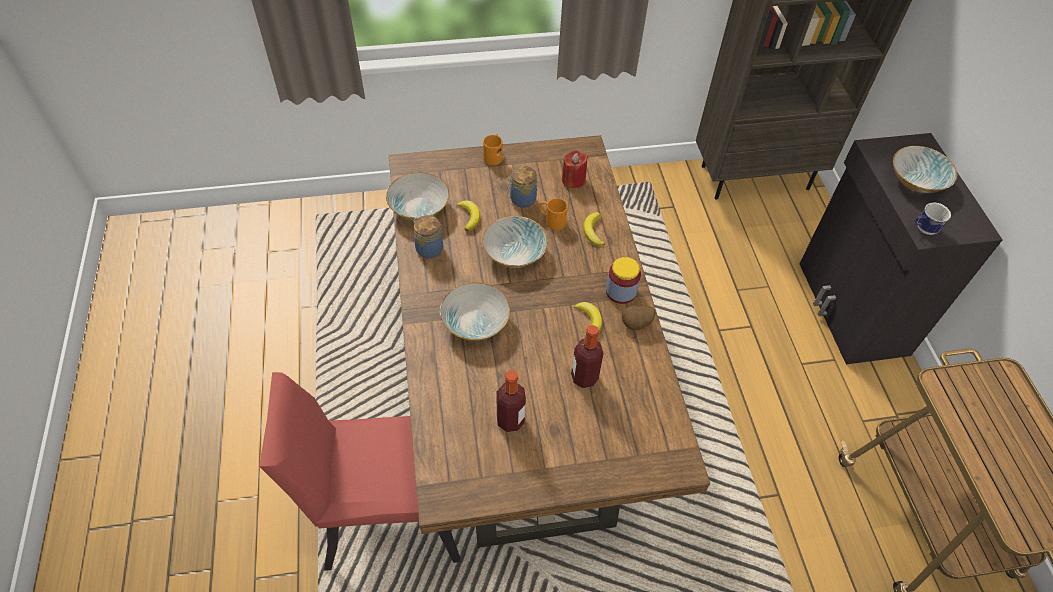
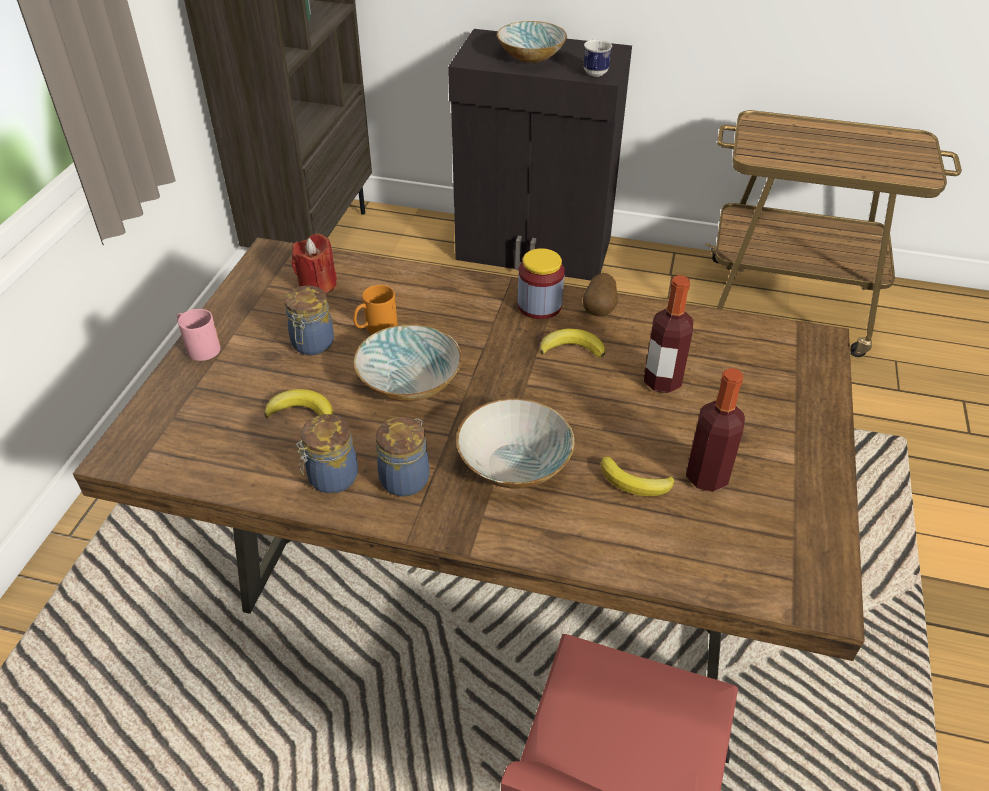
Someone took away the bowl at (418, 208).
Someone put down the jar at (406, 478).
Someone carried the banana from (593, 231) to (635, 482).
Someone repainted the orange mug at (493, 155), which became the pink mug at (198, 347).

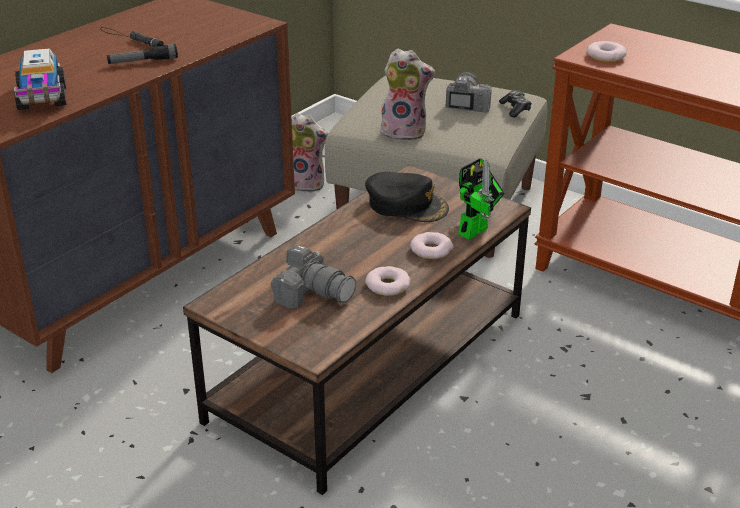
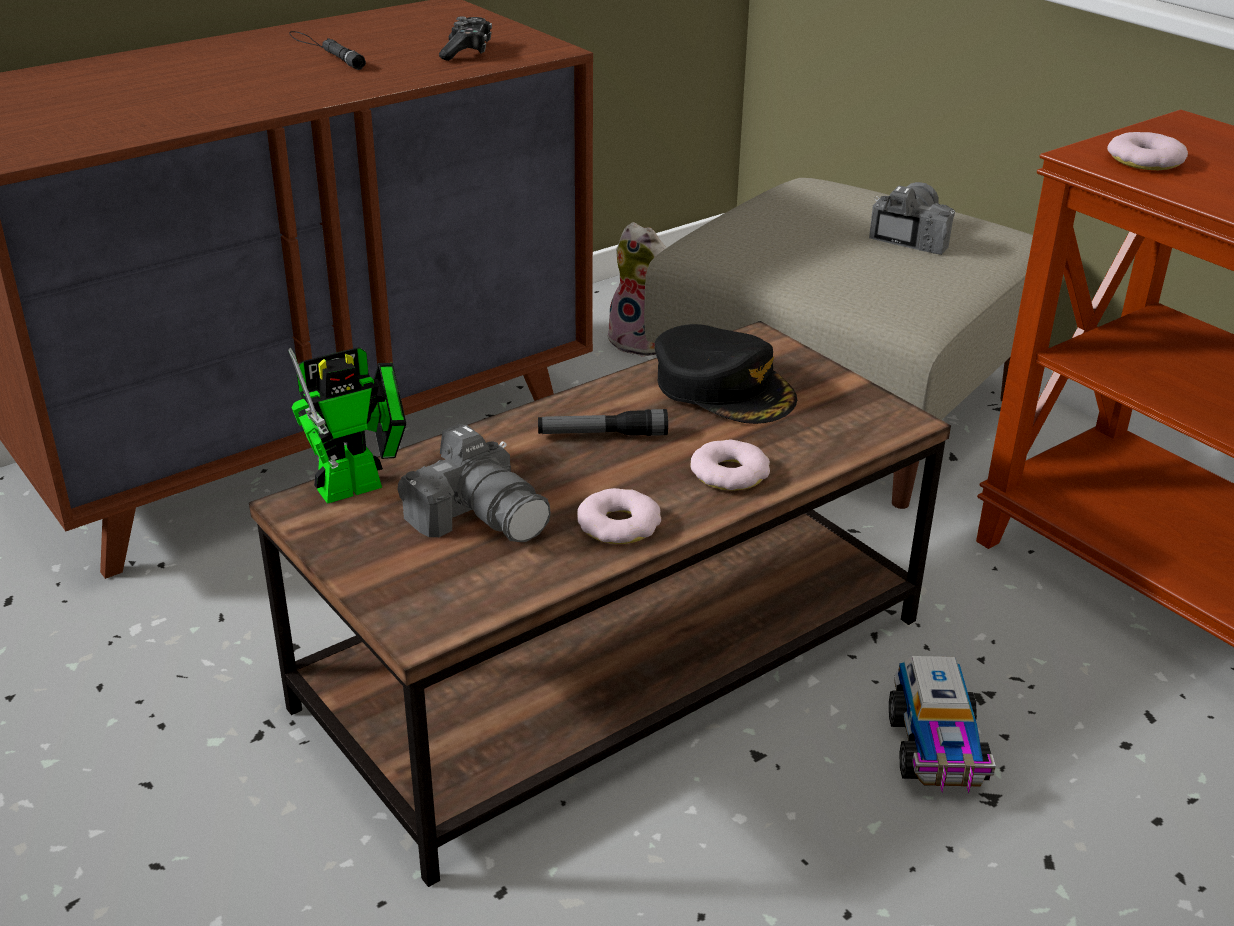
Someone took away the plush toy at (405, 132).
Someone carried the toy truck from (42, 98) to (936, 750).
Someone carried the flashlight from (143, 61) to (602, 435).
Someone carried the toy robot from (476, 229) to (359, 485).
Someone carried the game controller from (515, 109) to (467, 51).

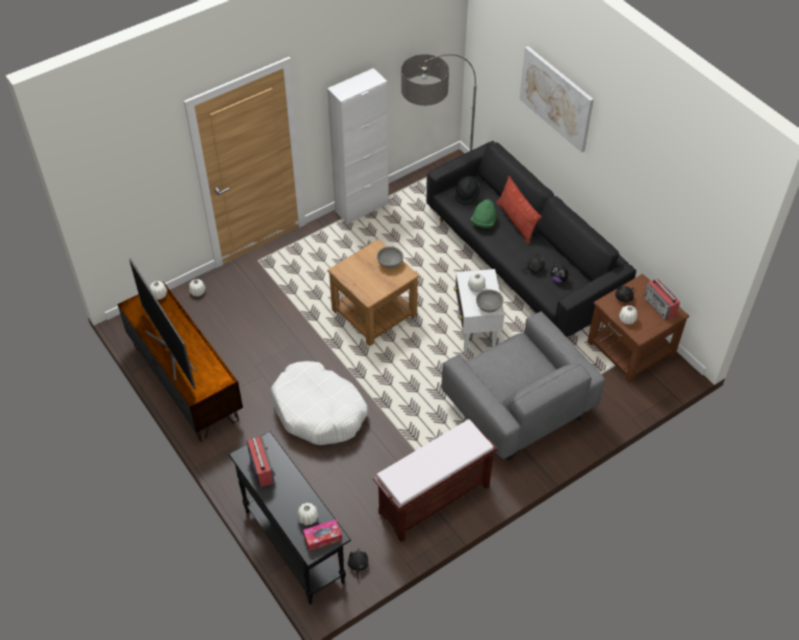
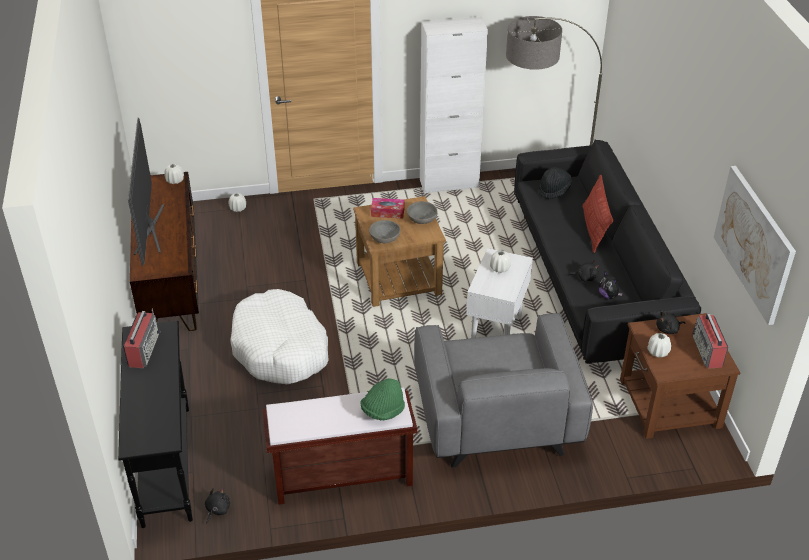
Someone took away the white vase at (308, 518).
Someone carried the tissue box from (322, 537) to (387, 212).
Someone carried the green hat from (483, 222) to (383, 410).
Someone carried the grey bowl from (489, 306) to (385, 238).
Someone carried the picture from (556, 98) to (754, 243).

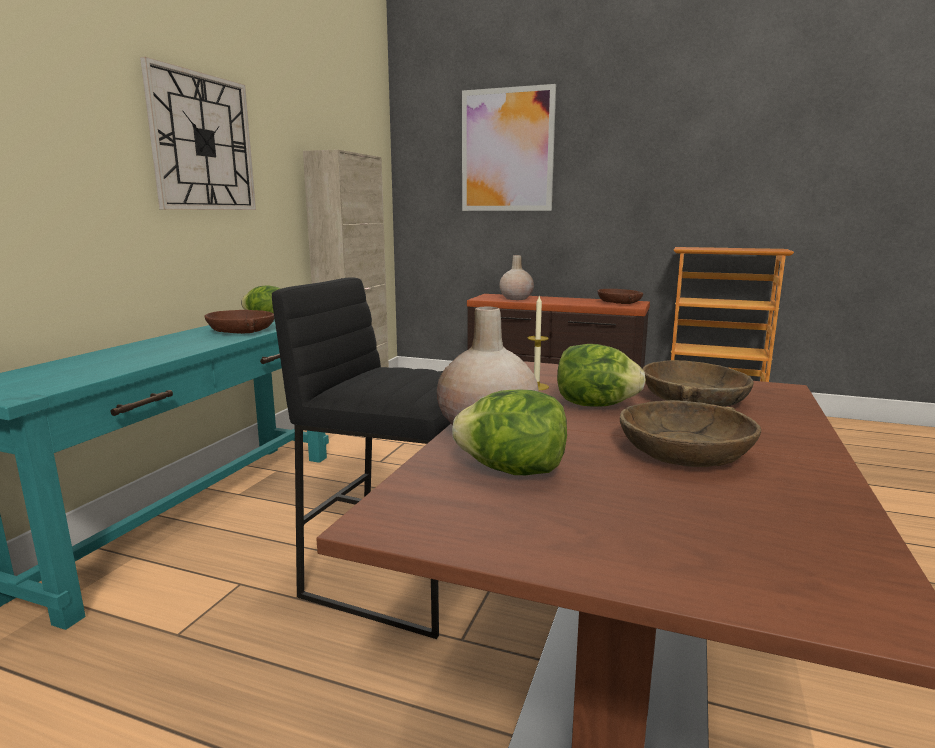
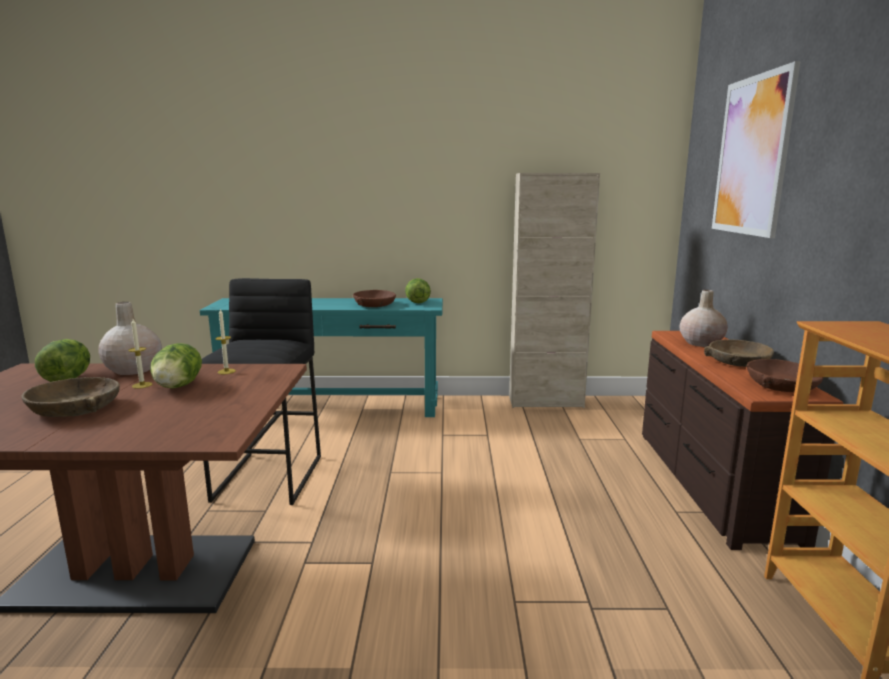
Someone took away the wall clock at (202, 143).
Someone put down the candle at (142, 385).
Someone carried the brown bowl from (693, 399) to (738, 362).

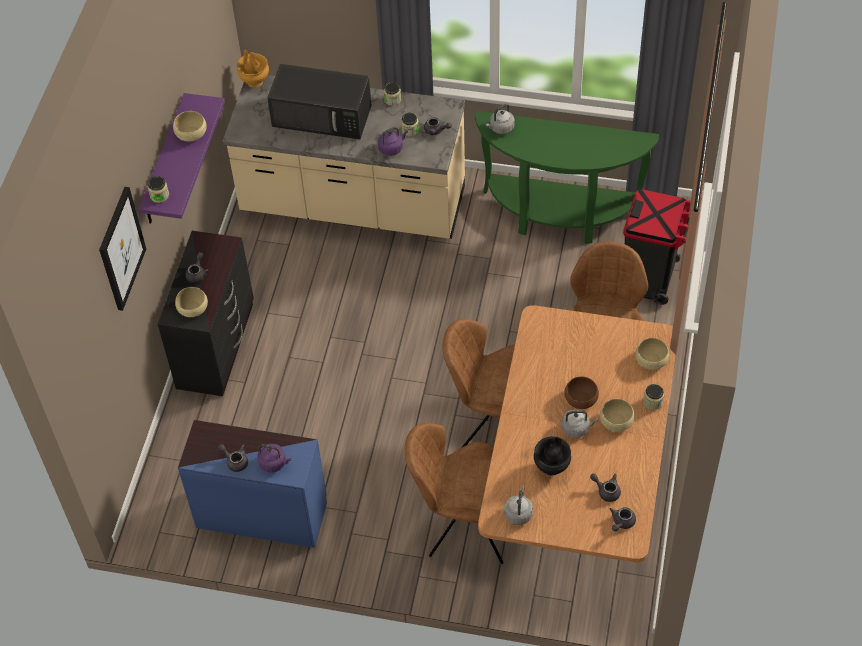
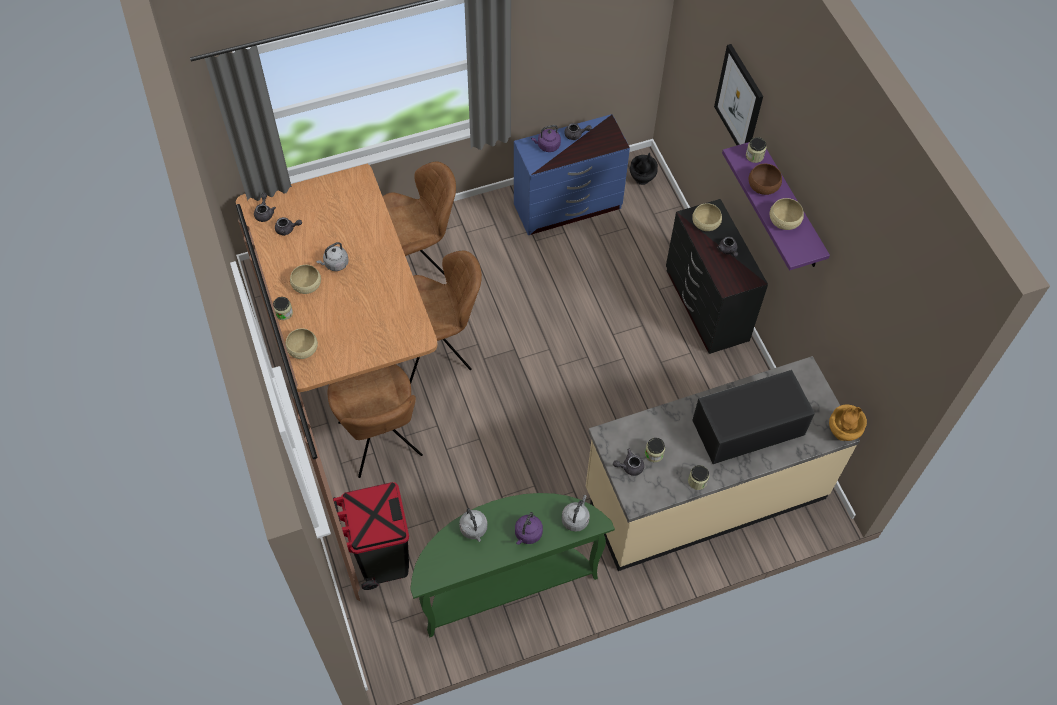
Someone carried the purple kettle from (392, 148) to (527, 534).
Someone carried the grey kettle from (518, 513) to (474, 529).
Someone carried the black vase from (552, 467) to (642, 179).
Someone carried the brown bowl from (581, 398) to (763, 185).

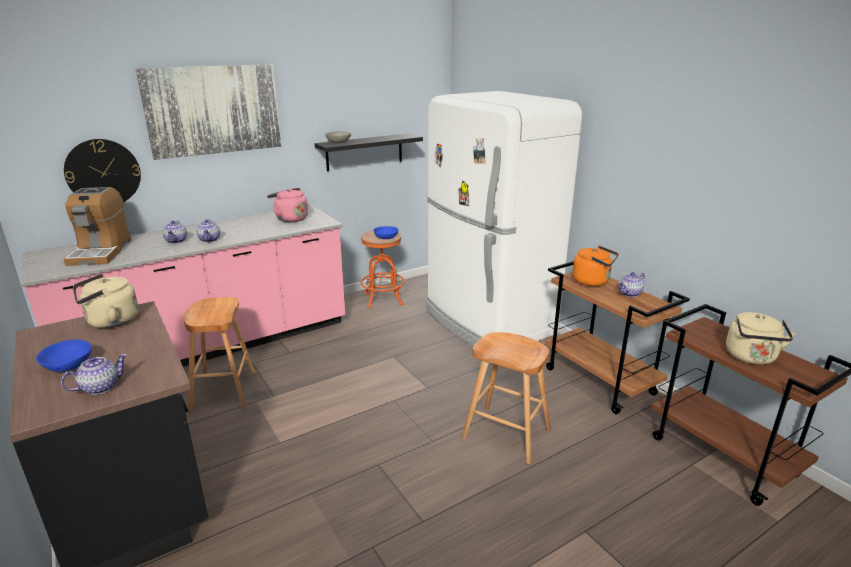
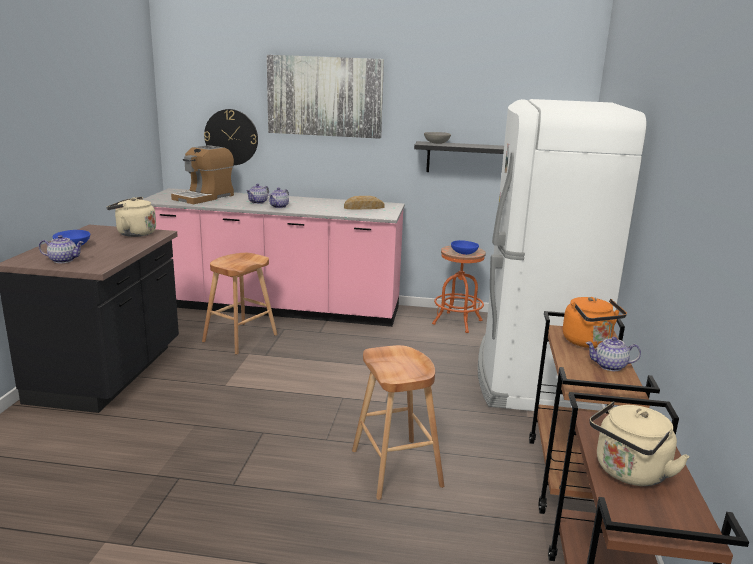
Someone swapped the pink kettle at (290, 219) for the bread at (364, 207).

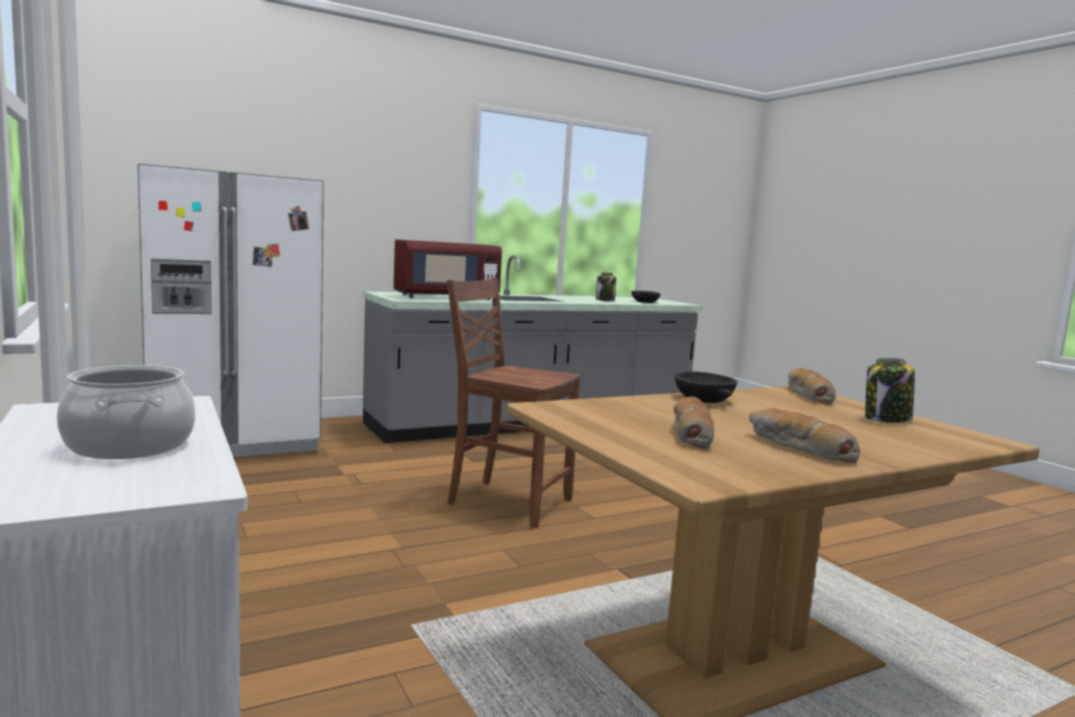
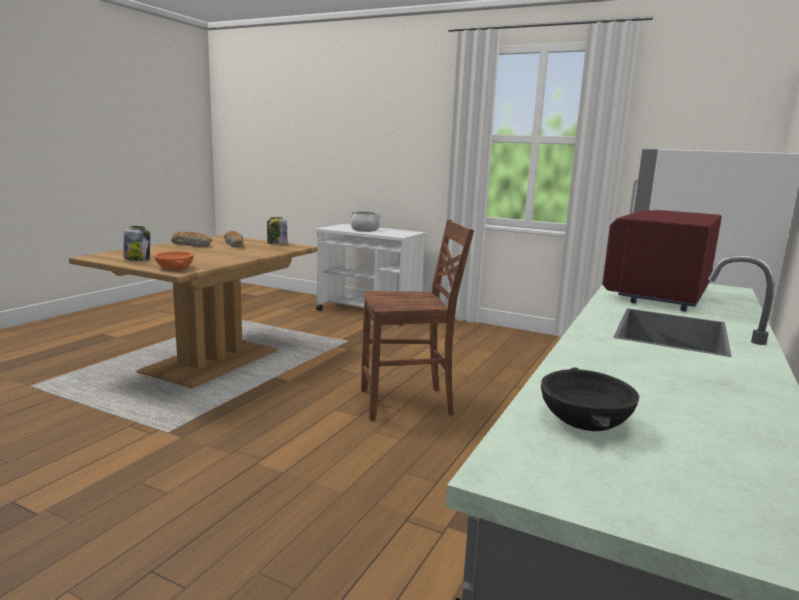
Someone took away the black bowl at (704, 399).
Someone carried the jar from (605, 300) to (277, 244).
Someone swapped the bread at (807, 395) for the orange bowl at (175, 268).

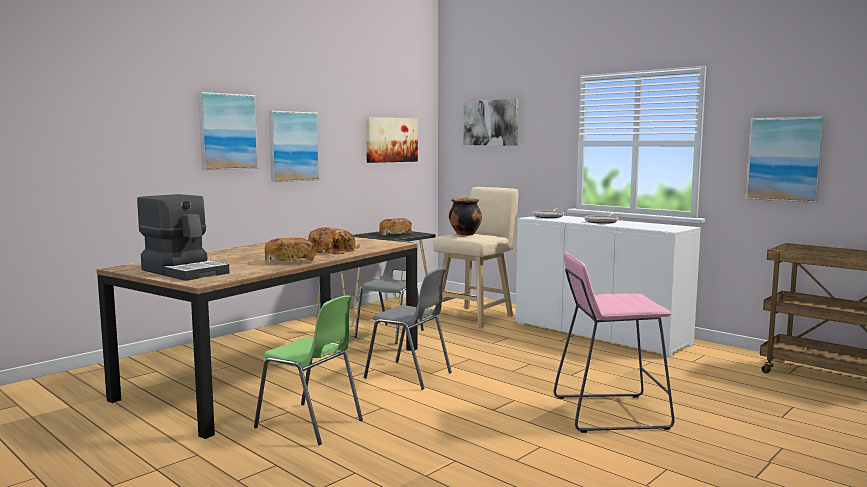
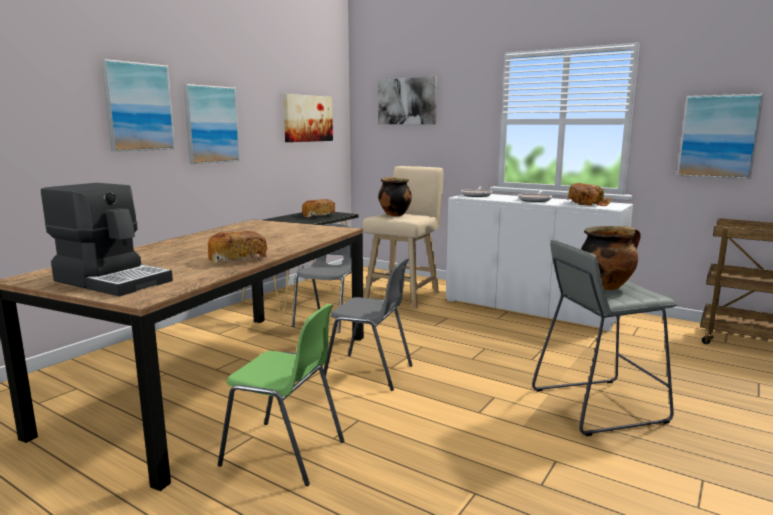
Someone put down the cooking pot at (606, 286).
Someone carried the bread from (333, 251) to (587, 203).
Someone repainted the pink stool at (609, 413), which became the grey stool at (597, 406).

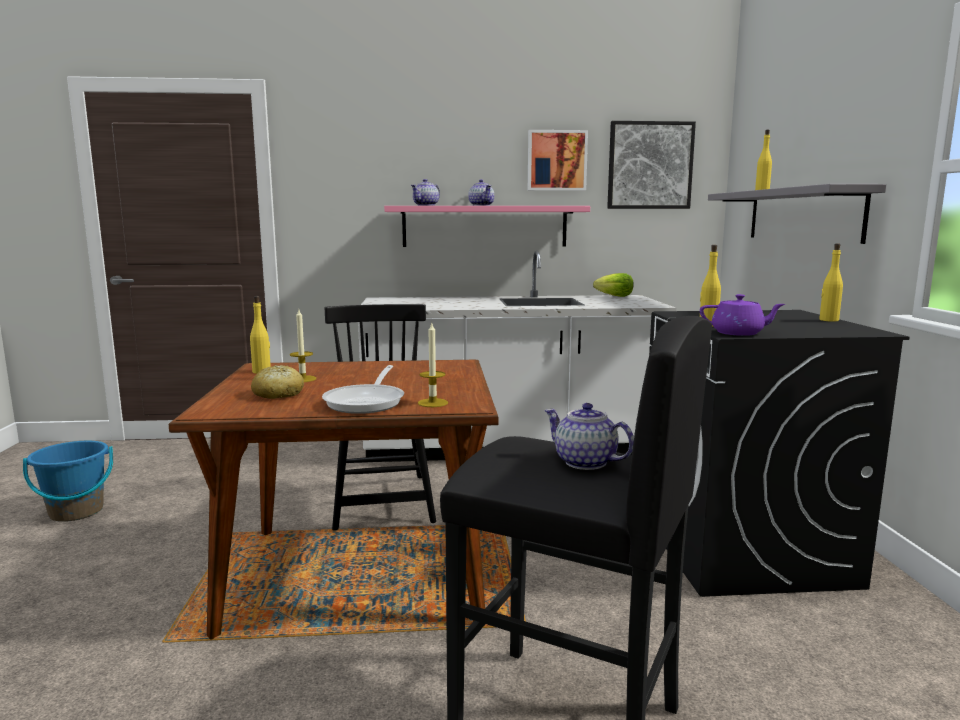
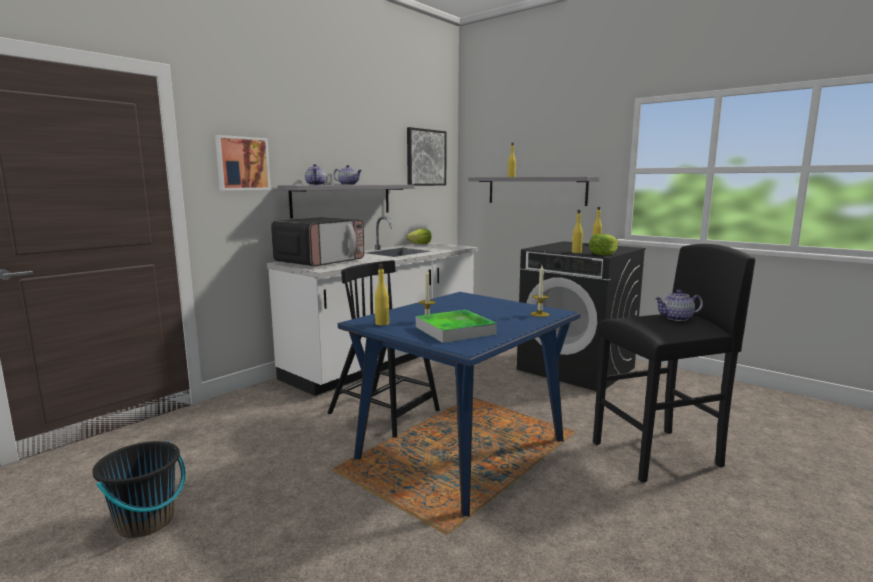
Someone took away the frying pan at (367, 401).
Someone put down the microwave at (320, 261).
Someone carried the picture from (556, 161) to (242, 163).
Someone swapped the bread at (278, 394) for the tray at (455, 330).
Someone swapped the purple teapot at (739, 333) for the lettuce at (603, 254).
Someone repainted the blue bucket at (76, 512), which became the black bucket at (146, 522).
Someone repainted the brown dining table at (361, 573), which became the blue dining table at (462, 449).
Someone repainted the pink shelf at (485, 226), which became the grey shelf at (342, 200).

